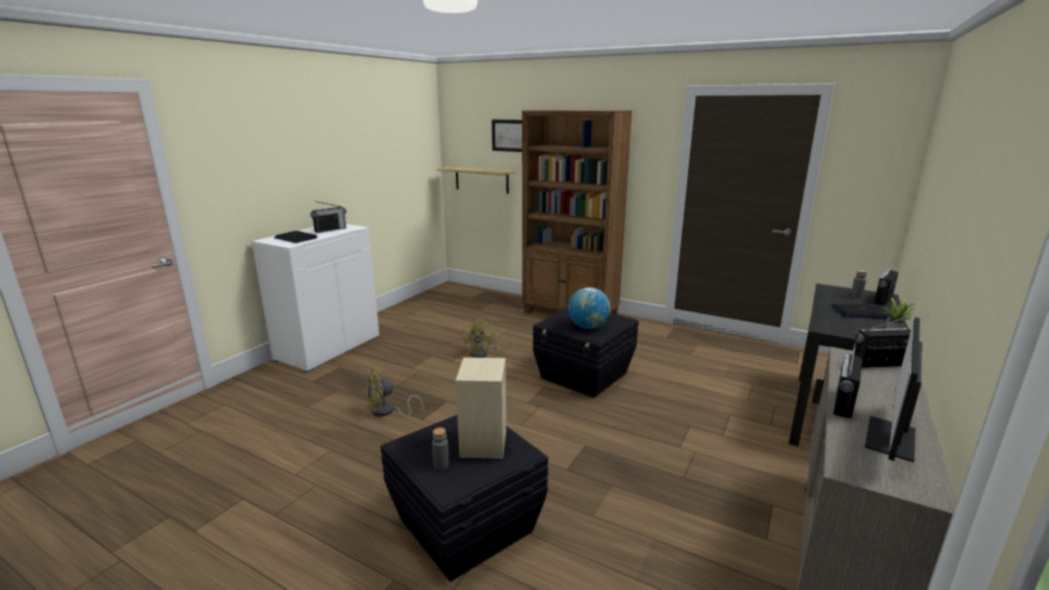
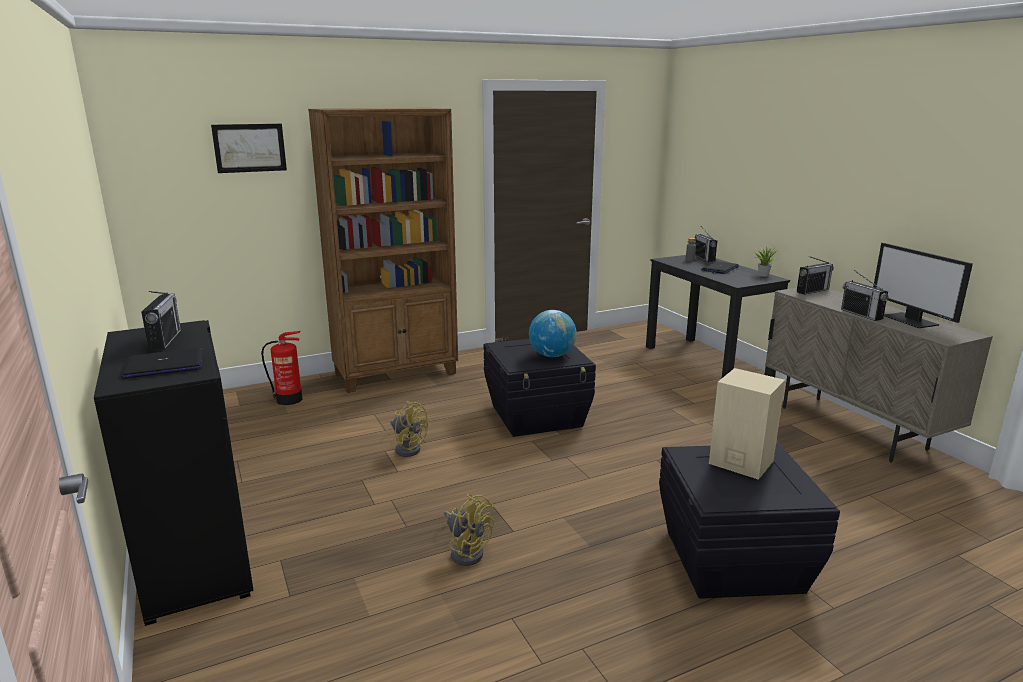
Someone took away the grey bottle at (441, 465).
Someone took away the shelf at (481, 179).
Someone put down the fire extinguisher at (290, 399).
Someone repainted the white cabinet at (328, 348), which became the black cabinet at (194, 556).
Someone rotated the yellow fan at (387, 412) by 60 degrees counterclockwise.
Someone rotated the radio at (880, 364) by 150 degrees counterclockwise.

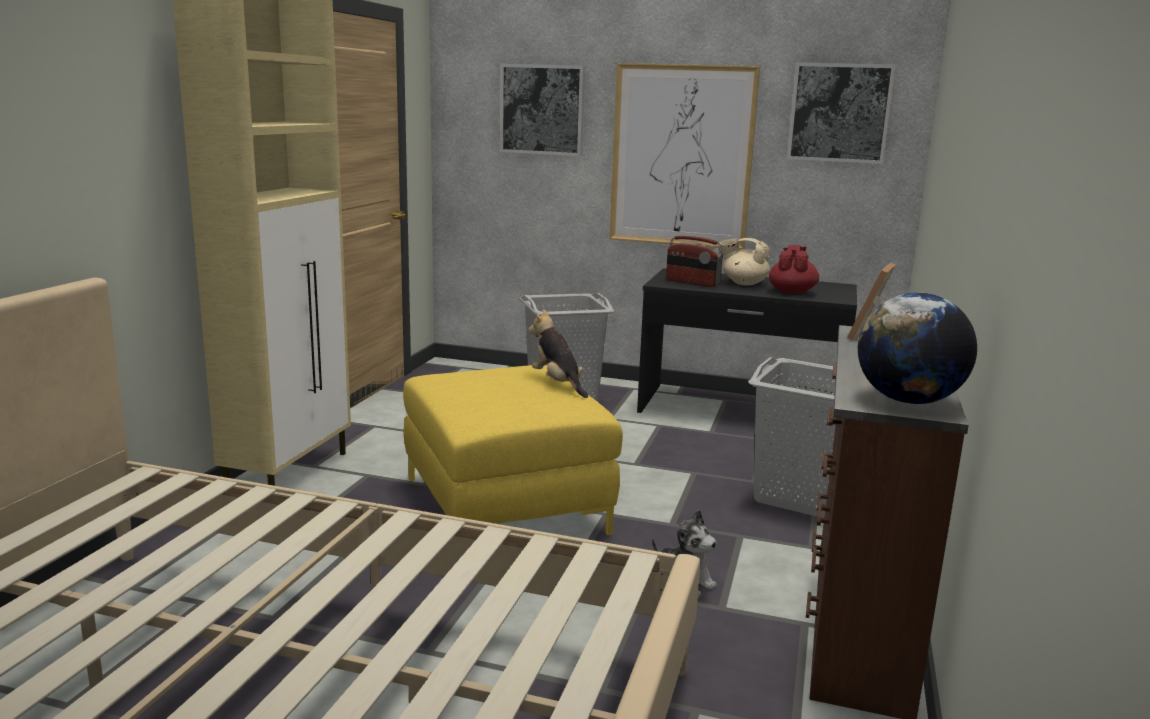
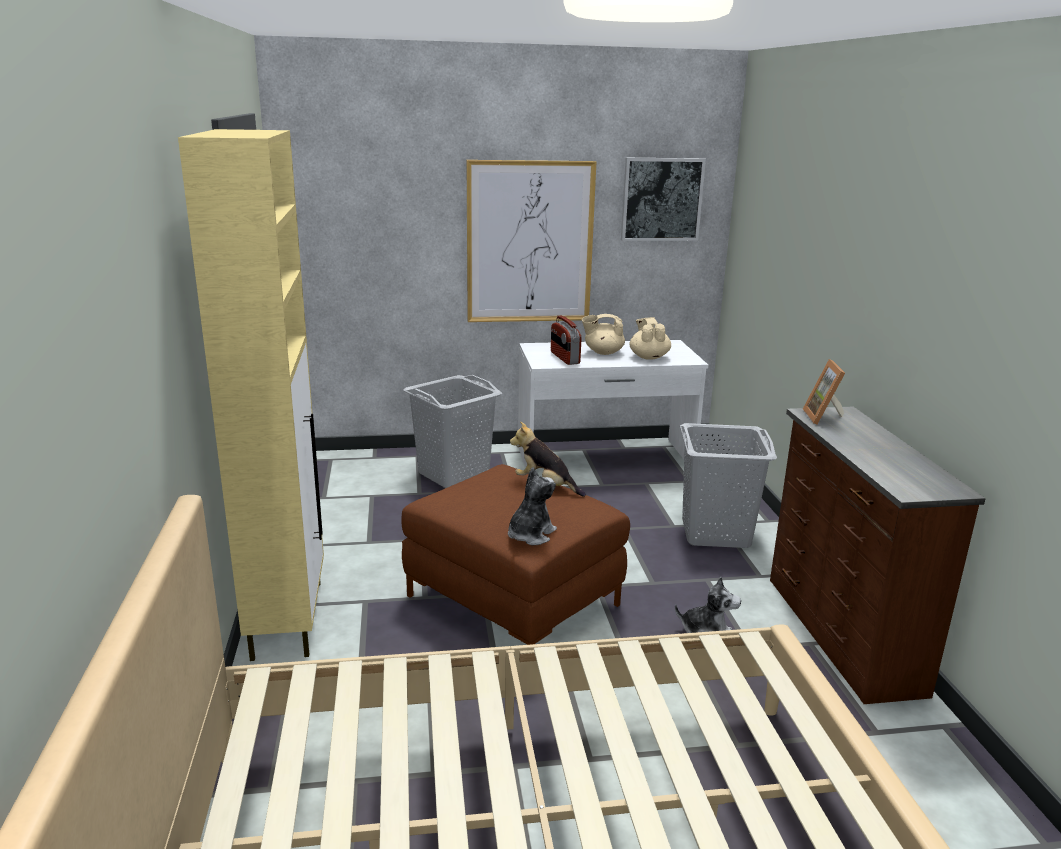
Someone took away the picture at (542, 109).
Someone took away the globe at (908, 401).
Someone put down the plush toy at (530, 535).
Someone repainted the yellow ottoman at (503, 505), which became the brown ottoman at (512, 600).
Someone repainted the black desk at (740, 410), which became the white desk at (604, 458).
Someone repainted the red teapot at (792, 292), which became the beige teapot at (649, 357).
Someone rotated the radio at (692, 282) by 60 degrees clockwise.

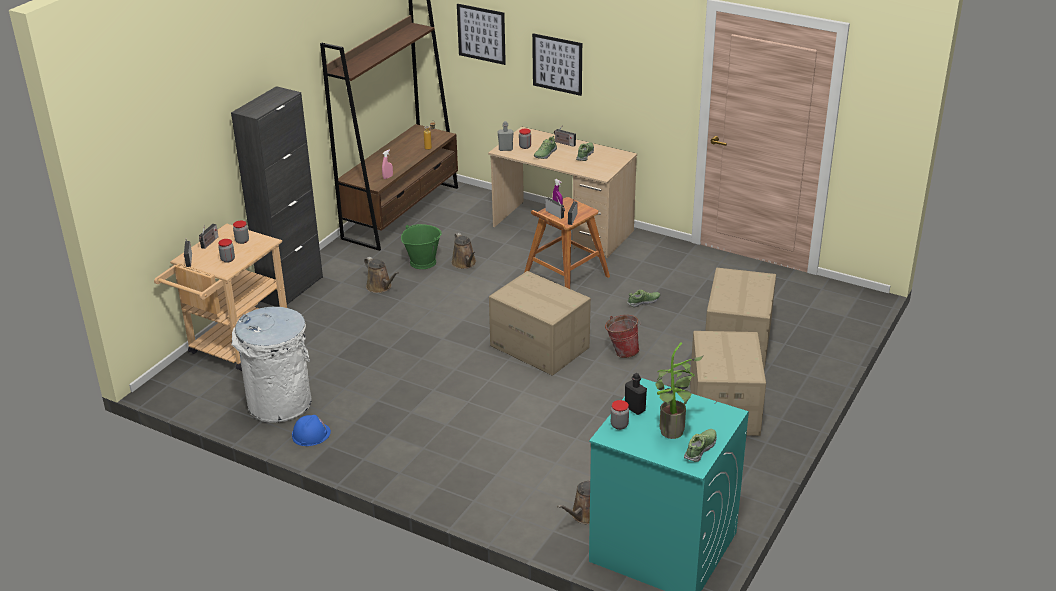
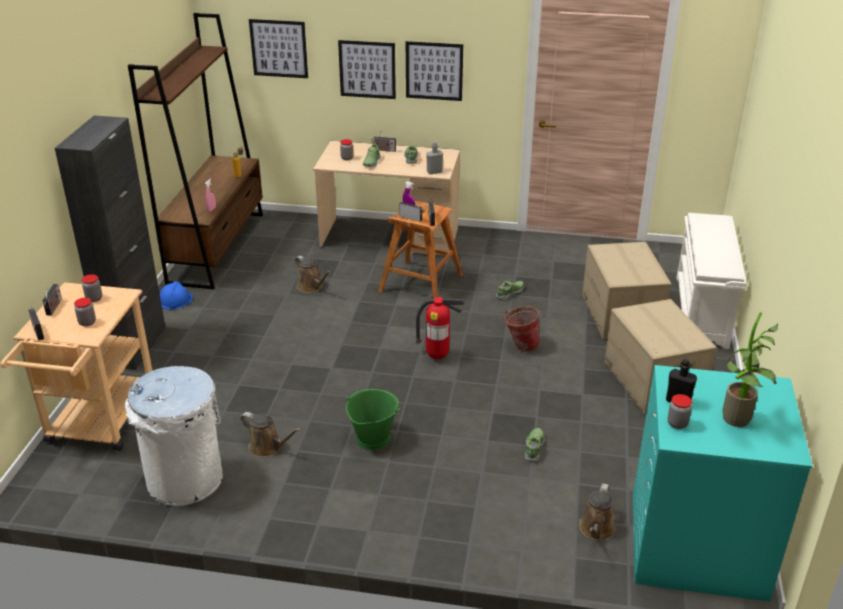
Someone put up the picture at (434, 71).
Someone put down the white shoe rack at (702, 312).
Someone carried the blue hard hat from (311, 434) to (175, 300).
Someone carried the brown watering can from (380, 287) to (268, 447).
Someone carried the green bucket from (422, 262) to (372, 438).
Someone carried the grey bottle from (505, 149) to (434, 172).
Someone carried the shoe from (700, 449) to (534, 448).
Someone swapped the cardboard box at (540, 346) for the fire extinguisher at (437, 356).

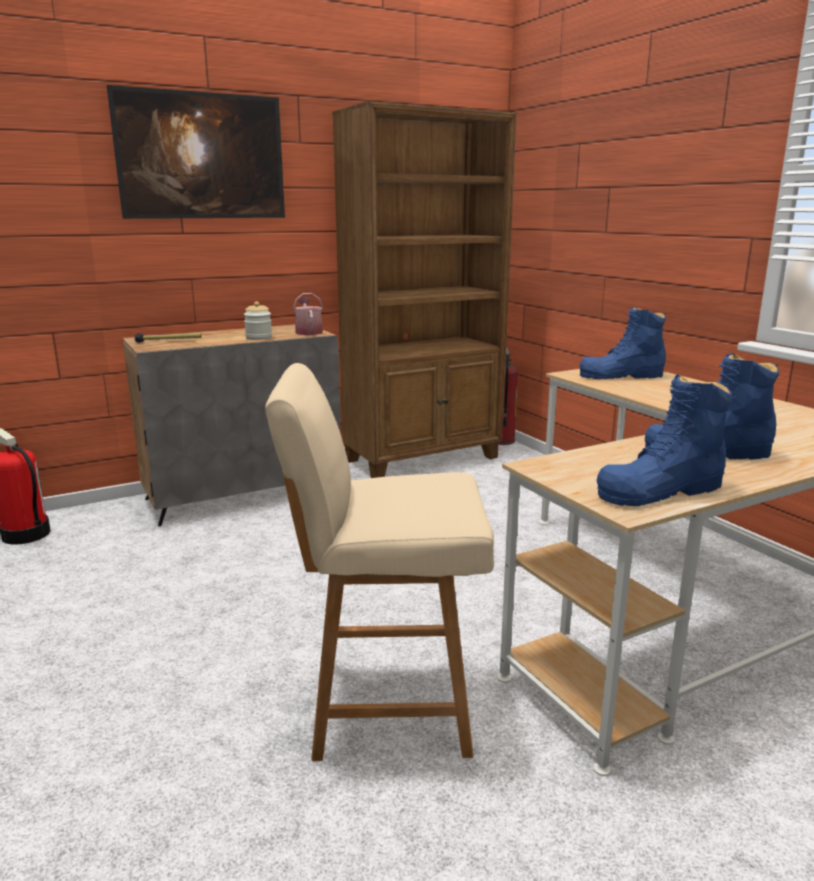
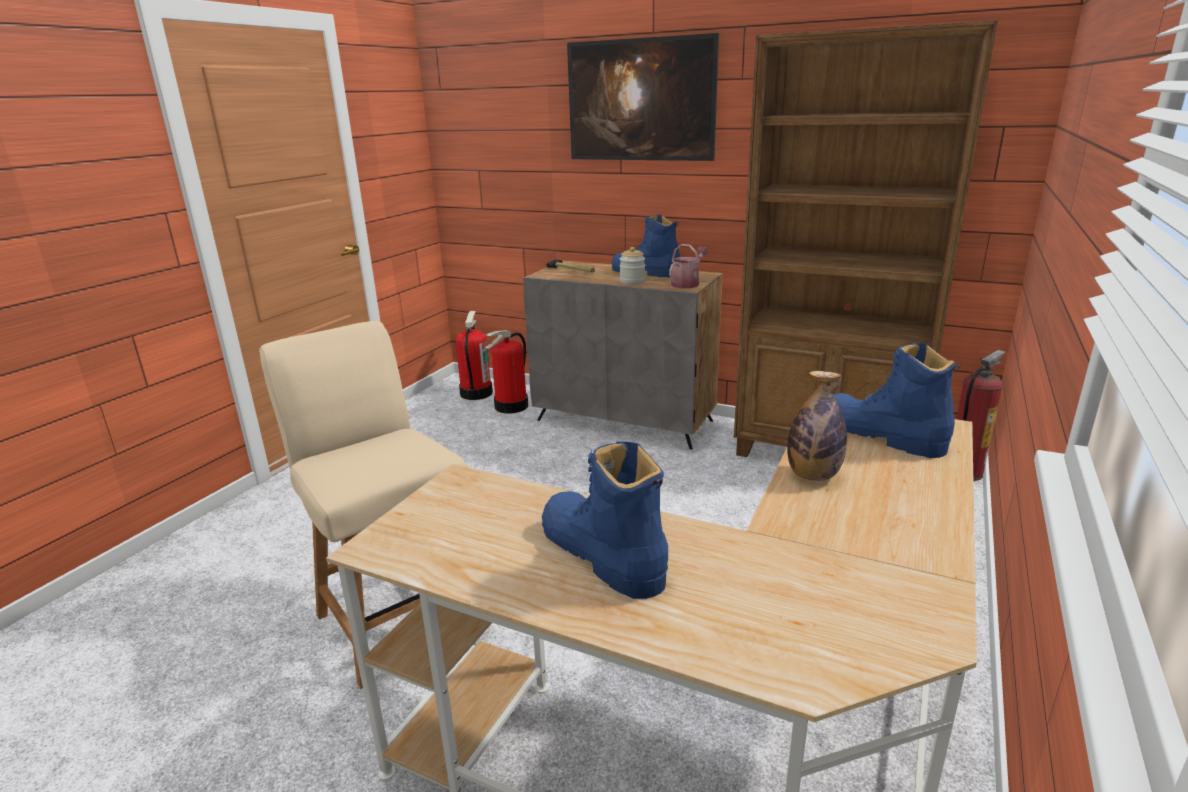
Someone put down the fire extinguisher at (511, 406).
Someone put down the bottle at (813, 475).
Someone carried the blue boot from (660, 491) to (645, 272).

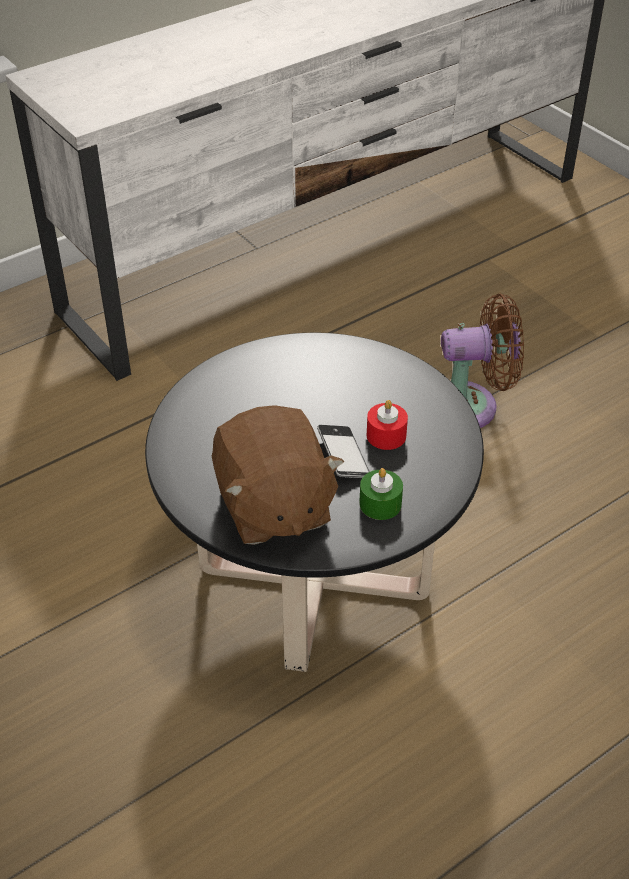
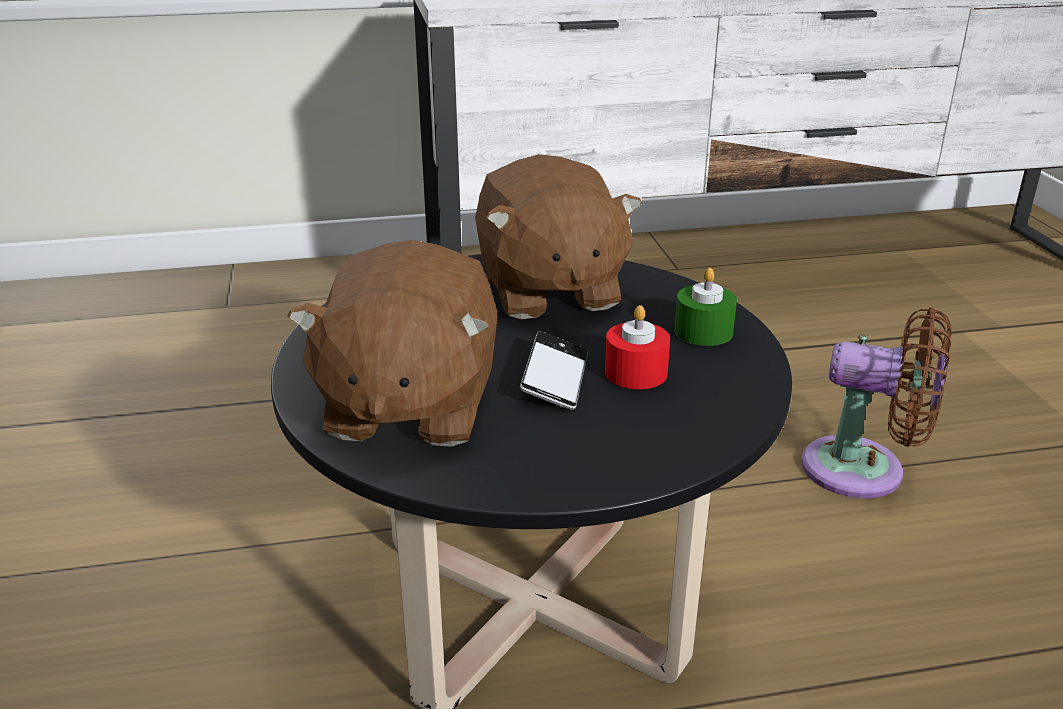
Someone put down the brown plush toy at (548, 291).
Someone carried the green candle from (380, 504) to (703, 331).

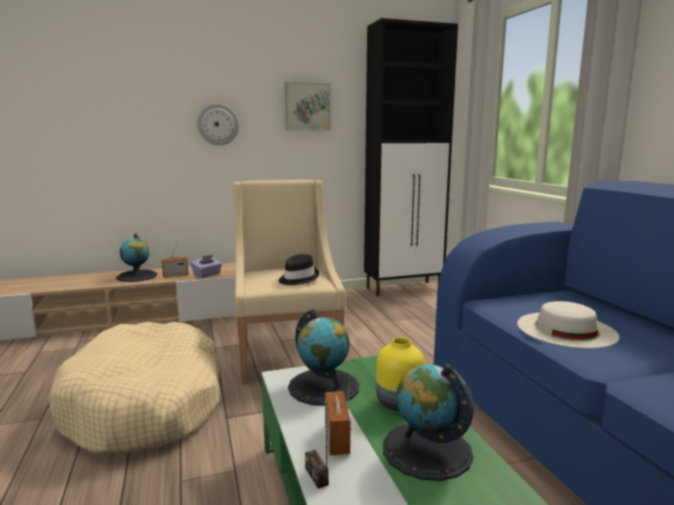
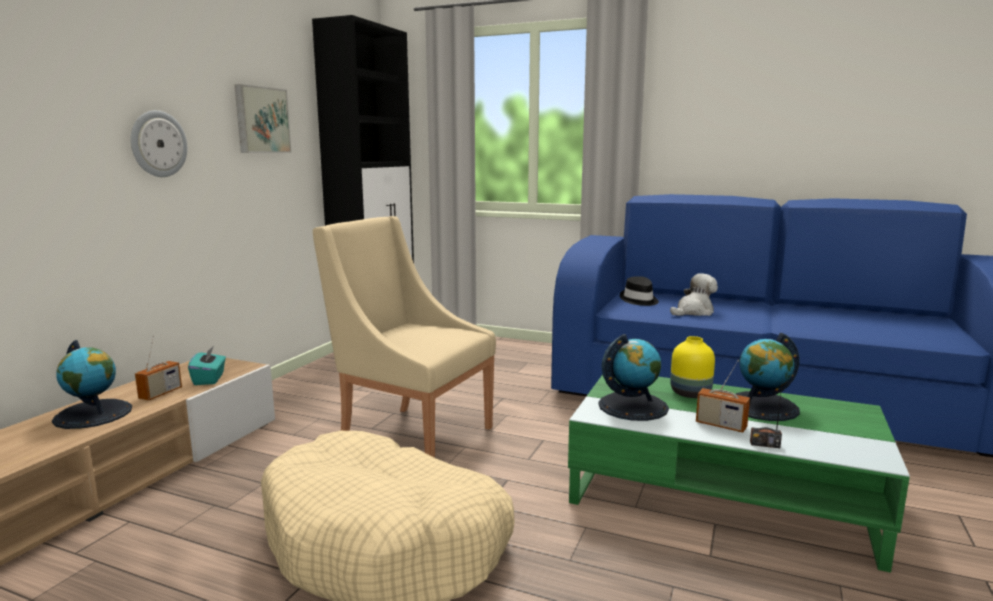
Someone carried the black hat from (297, 278) to (639, 300).
Someone swapped the white hat at (566, 329) for the plush toy at (693, 312).
Someone repainted the purple tissue box at (207, 275), which became the turquoise tissue box at (209, 379).

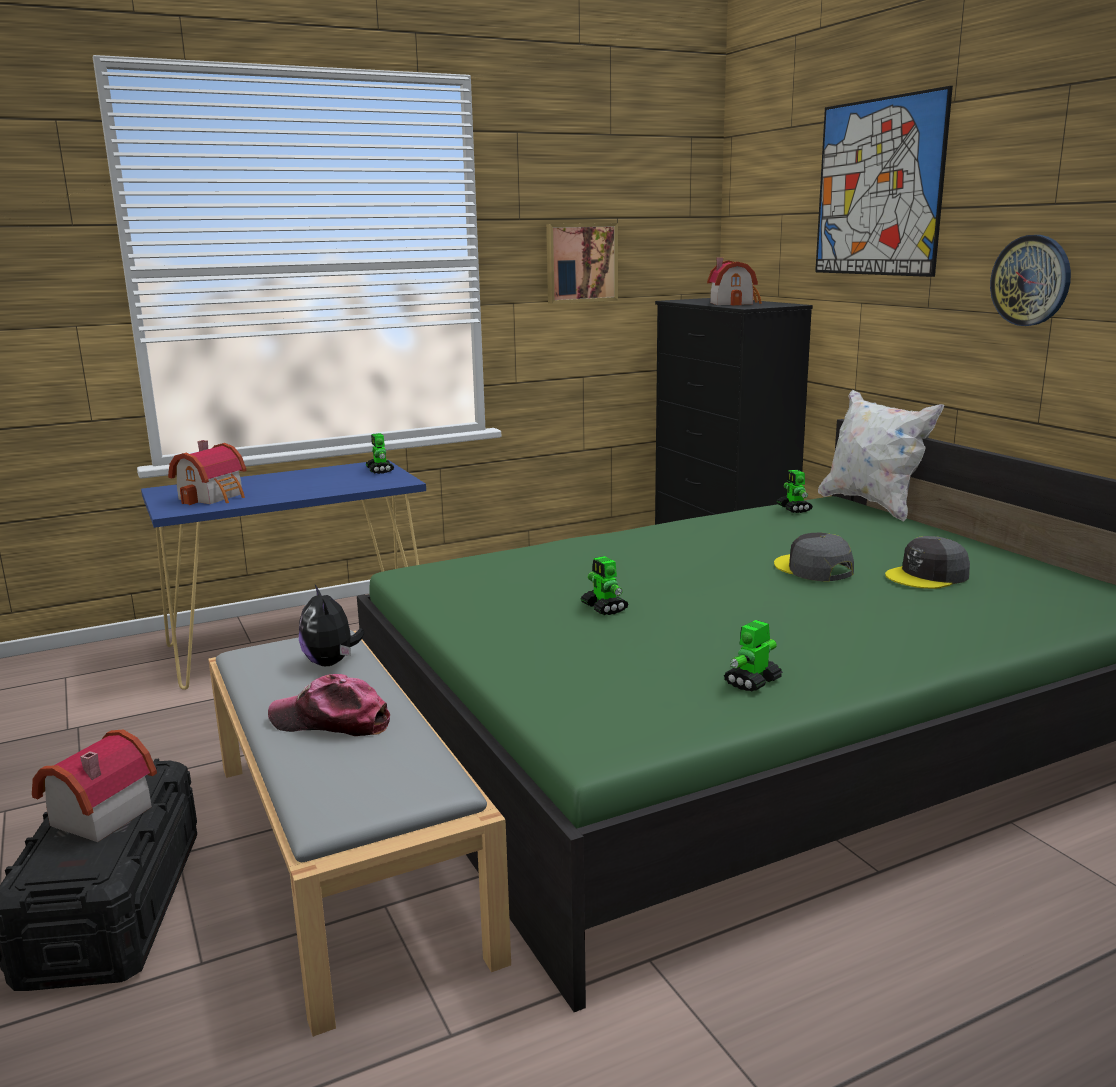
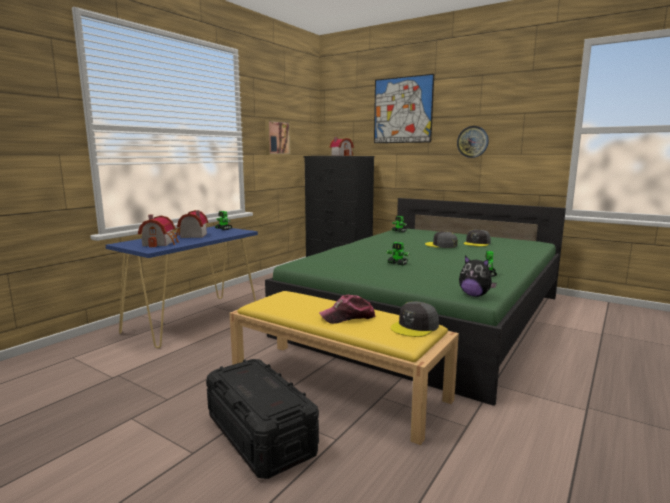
Someone took away the white pillow at (872, 505).
Someone put down the grey cap at (415, 327).
Someone carried the toy house from (95, 816) to (191, 236).
Someone carried the plush toy from (331, 663) to (474, 295).
Someone repainted the grey bench at (347, 853), which became the yellow bench at (338, 385).

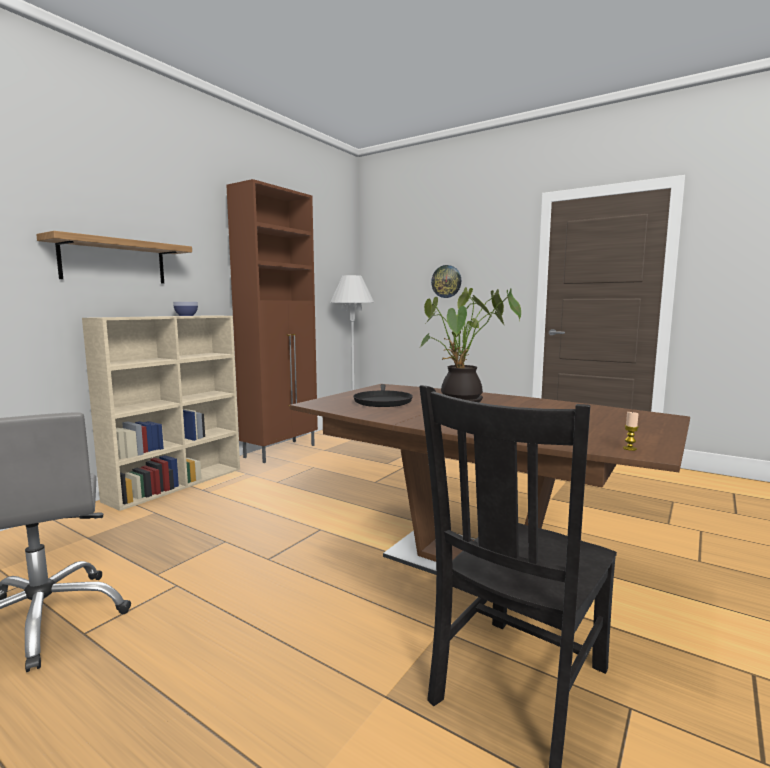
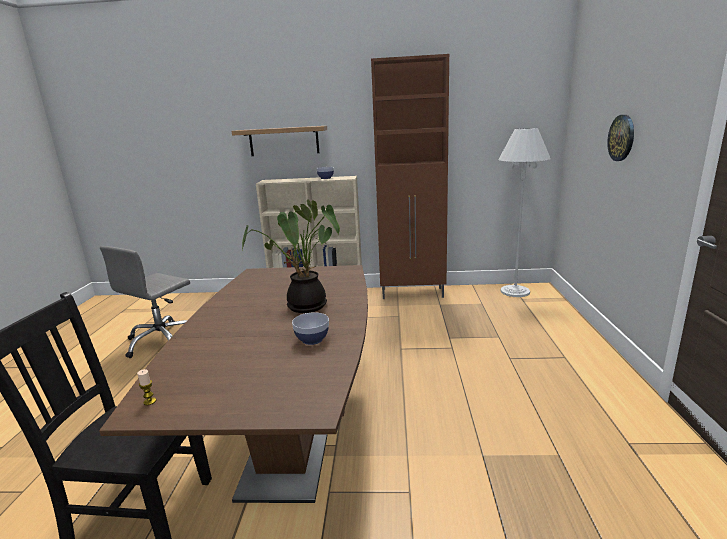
Someone took away the black frying pan at (382, 401).
Someone put down the bowl at (312, 339).

